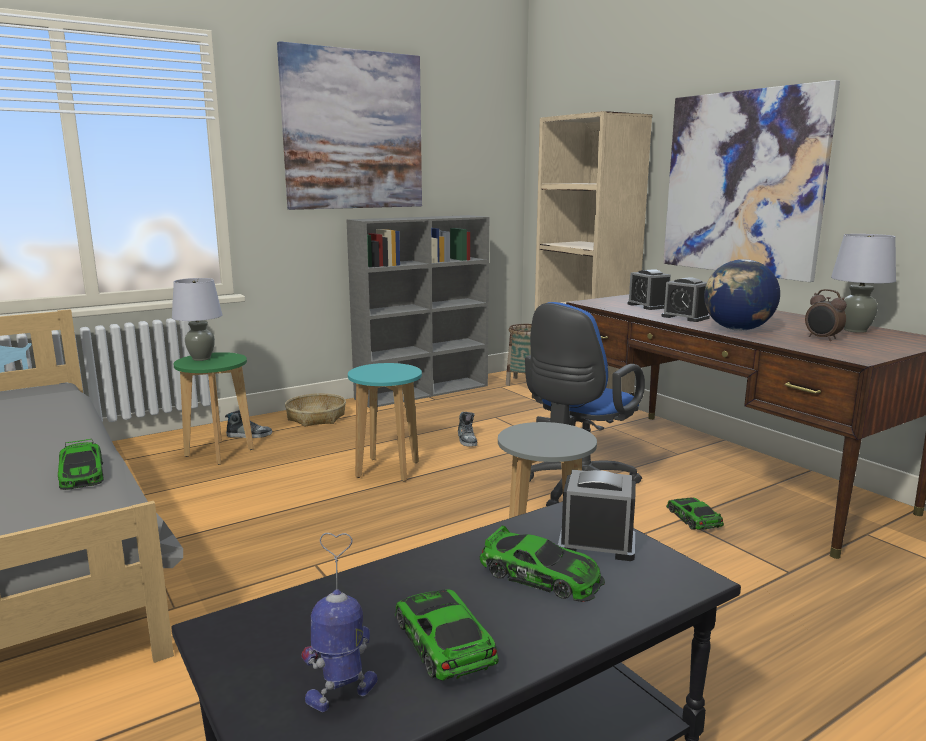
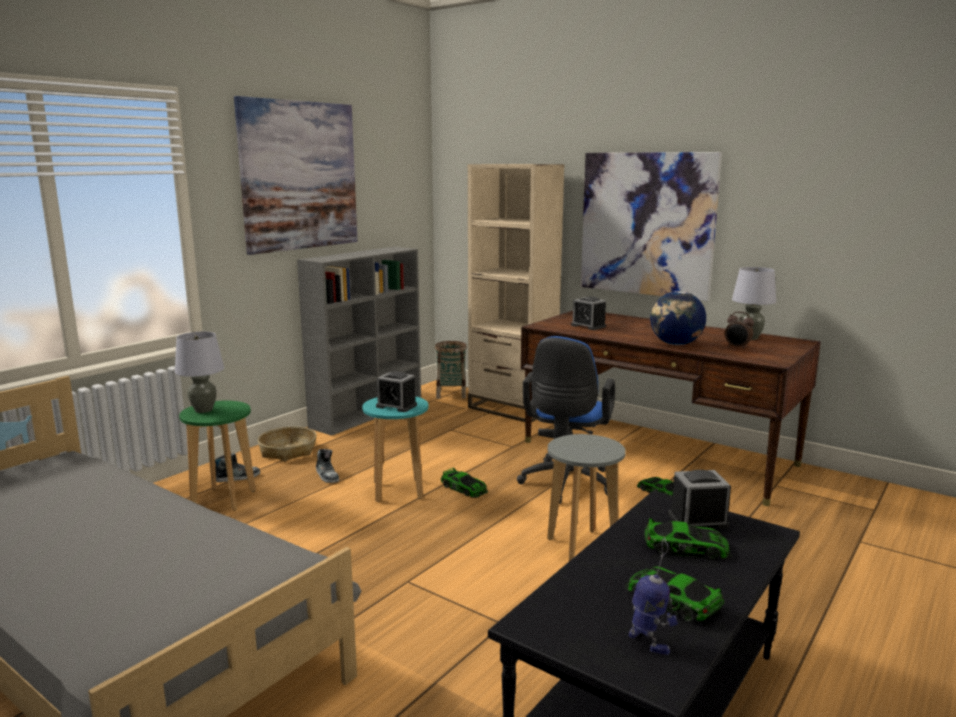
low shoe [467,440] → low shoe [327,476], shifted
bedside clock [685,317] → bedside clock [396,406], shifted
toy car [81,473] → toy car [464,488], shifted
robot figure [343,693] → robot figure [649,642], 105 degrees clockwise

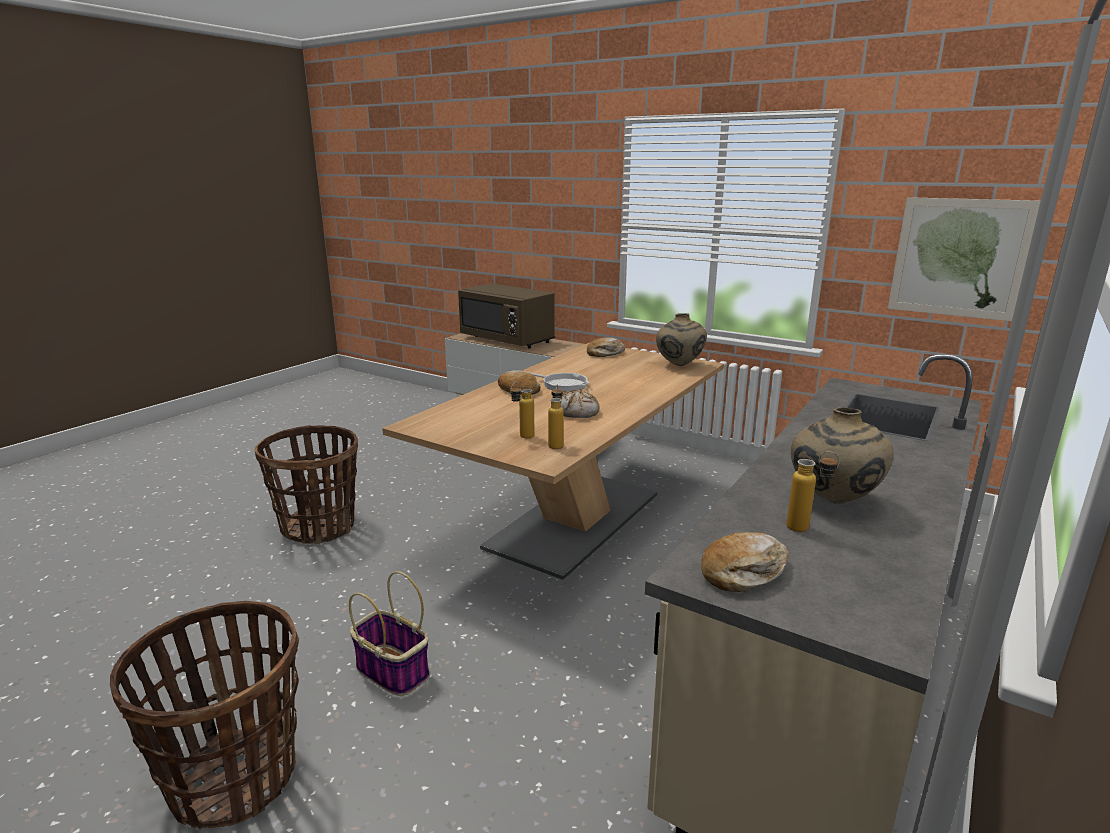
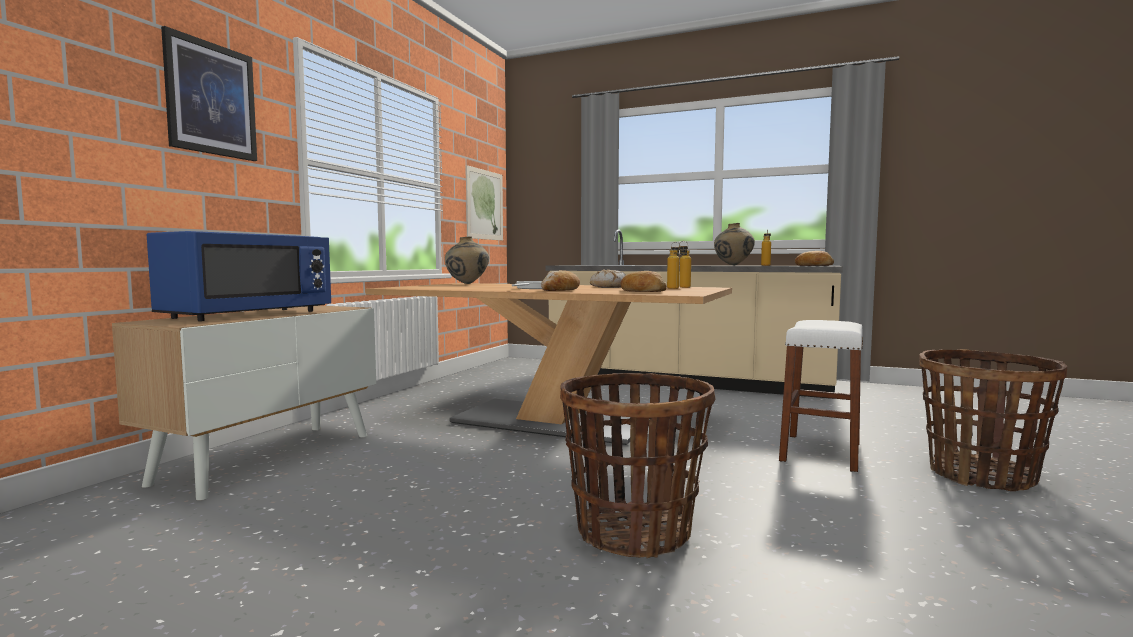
microwave oven in brownish [507,340] → microwave oven in bluish [248,315]
- → wall art [211,99]
bread [605,353] → bread [642,291], shifted
household basket [391,670] → sitting stool in white-coloured [820,452]

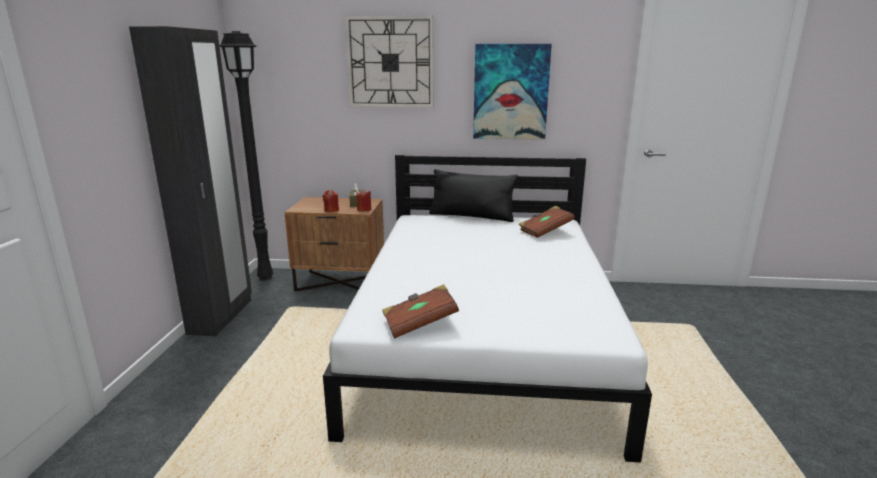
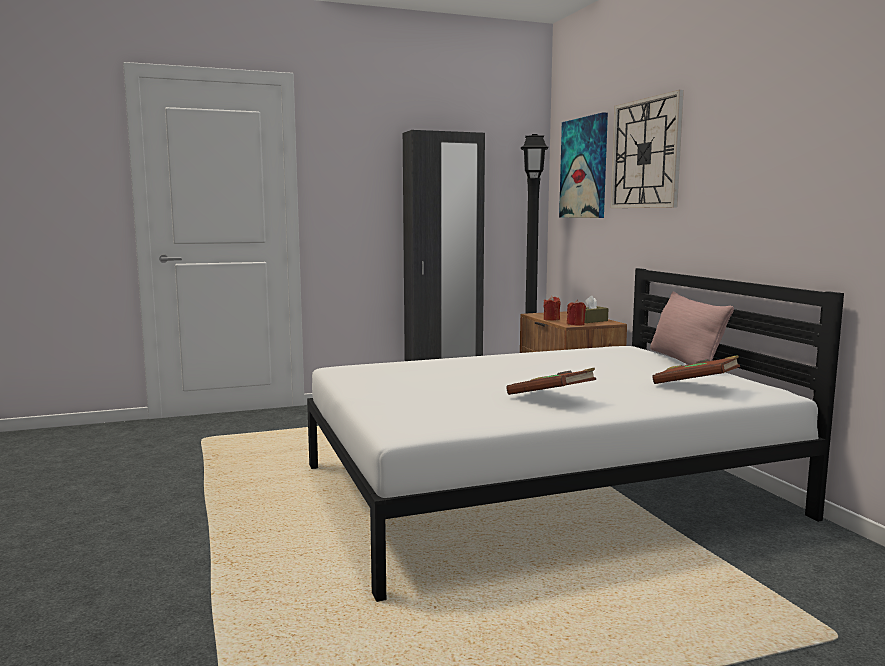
bound book in brownish [419,324] → bound book in brownish [551,398], shifted
wall art [510,92] → wall art [584,168], shifted
cushion in black [471,216] → cushion in pink-coloured [684,361]

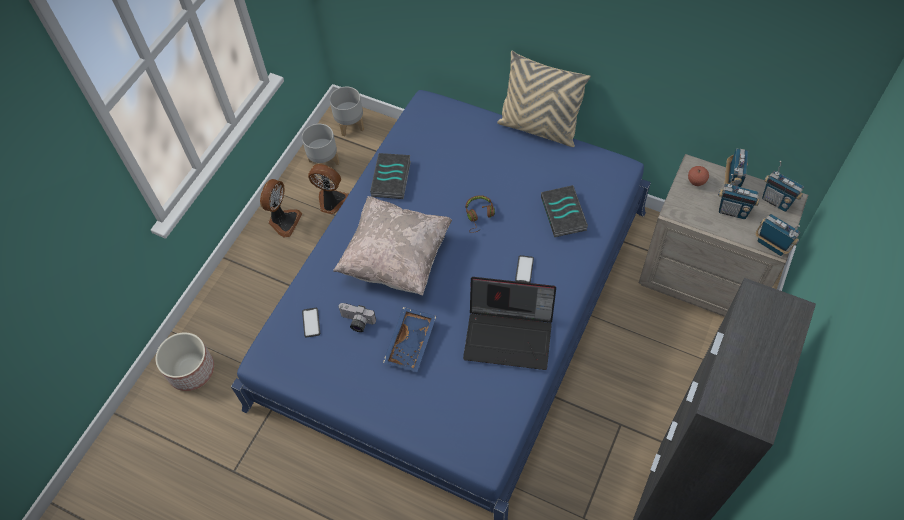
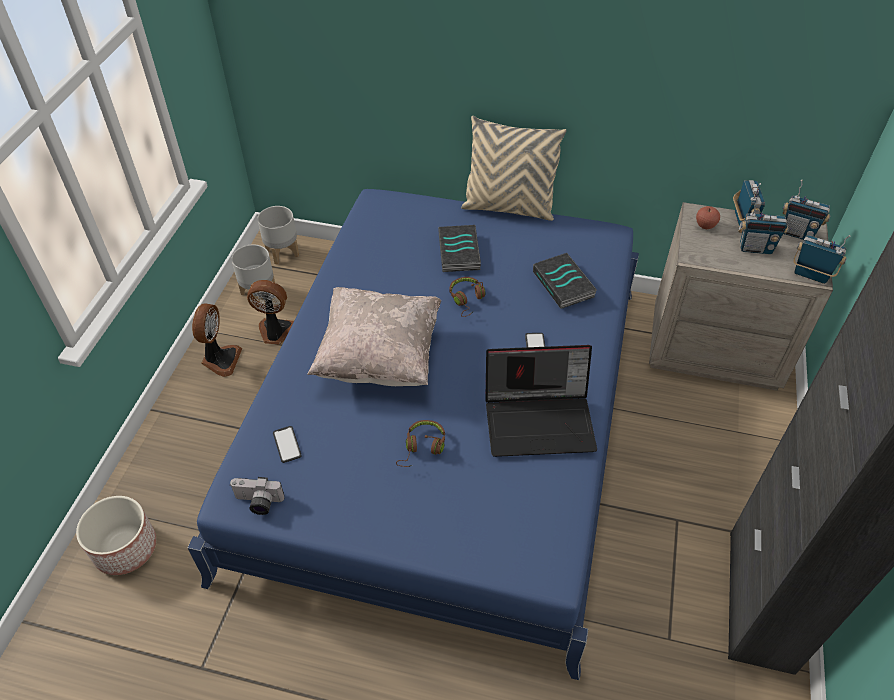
photo camera [356,322] → photo camera [258,503], shifted
carrying tray in bluish [412,343] → headset in brownish [422,448]
bound book [392,179] → bound book [460,252], shifted

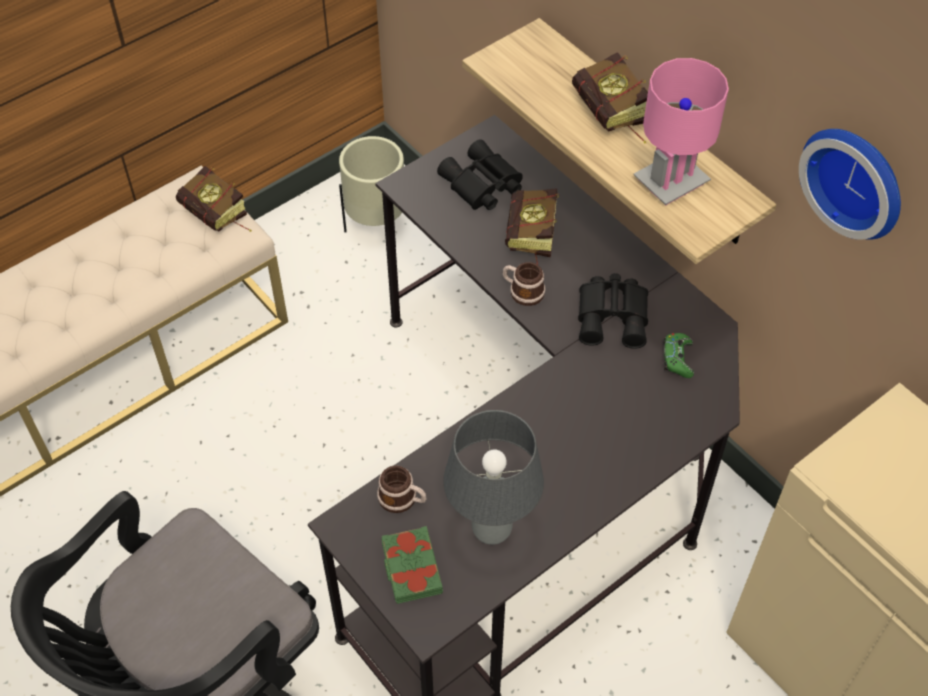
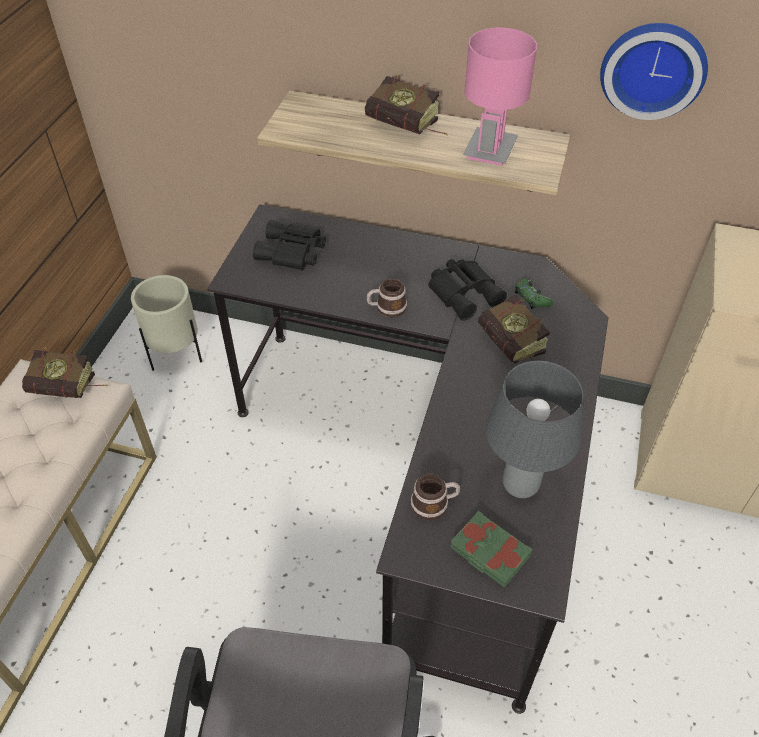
bound book [530,242] → bound book [515,350], shifted

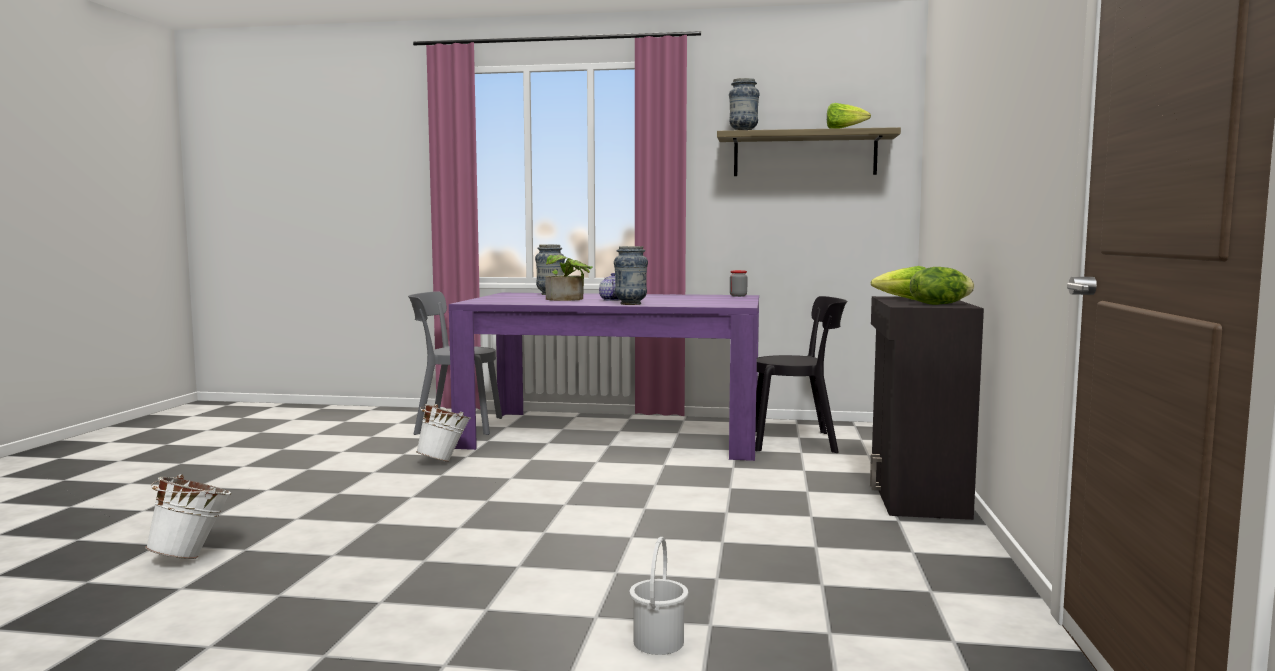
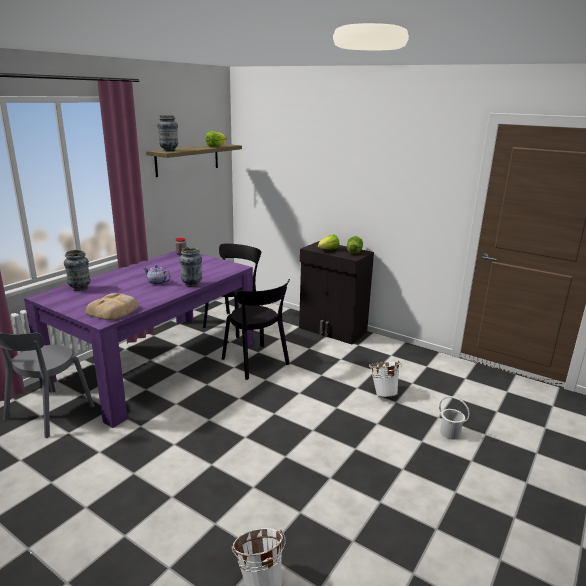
- → bread [114,311]
- → chair in black [257,363]
water bucket in white-coloured [445,461] → water bucket in white-coloured [383,393], shifted
houseplant [567,299] → -

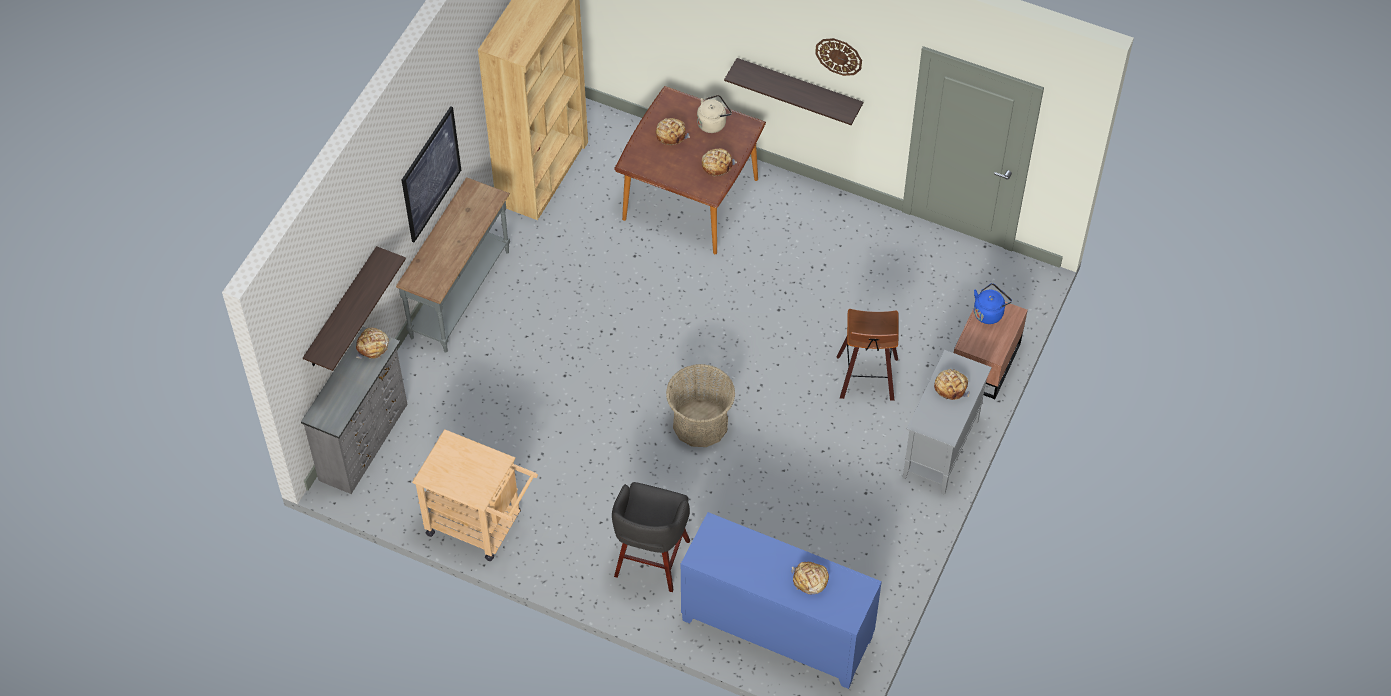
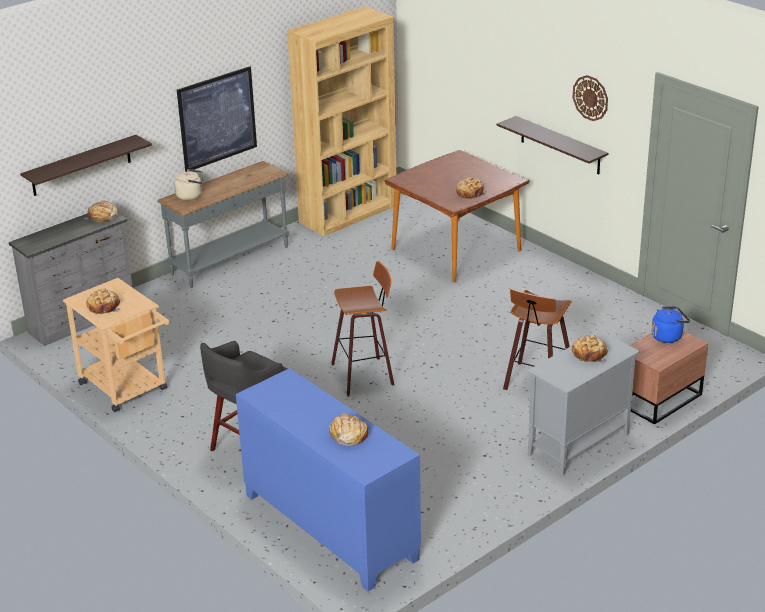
bread [671,134] → bread [104,307], shifted
water kettle in sand-coloured [713,123] → water kettle in sand-coloured [191,196], shifted
household basket [700,423] → sitting stool [365,374]

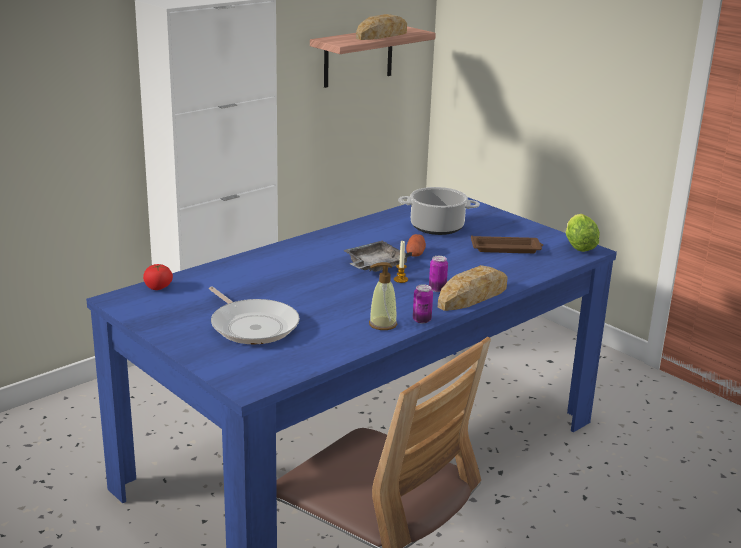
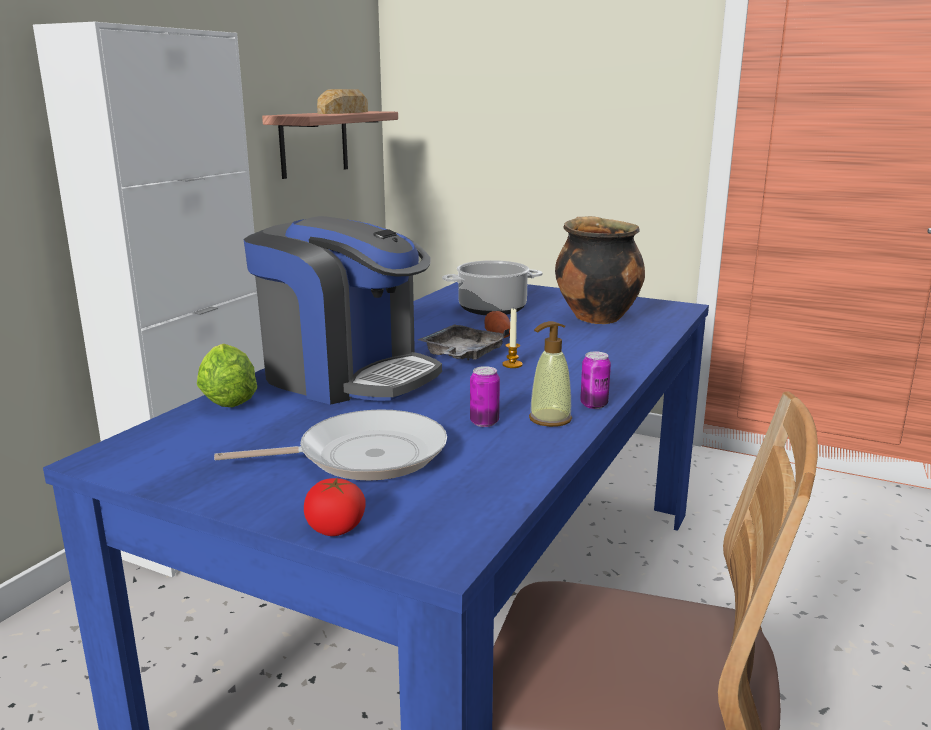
head of lettuce [578,245] → head of lettuce [227,398], shifted
skillet [252,326] → skillet [363,456], 45 degrees counterclockwise
- → coffee machine [347,376]
fresh tomato [158,287] → fresh tomato [335,528], shifted
can [437,289] → can [484,422], shifted
carrying tray in brownish [507,249] → cooking pot [595,317]
bread [472,296] → -

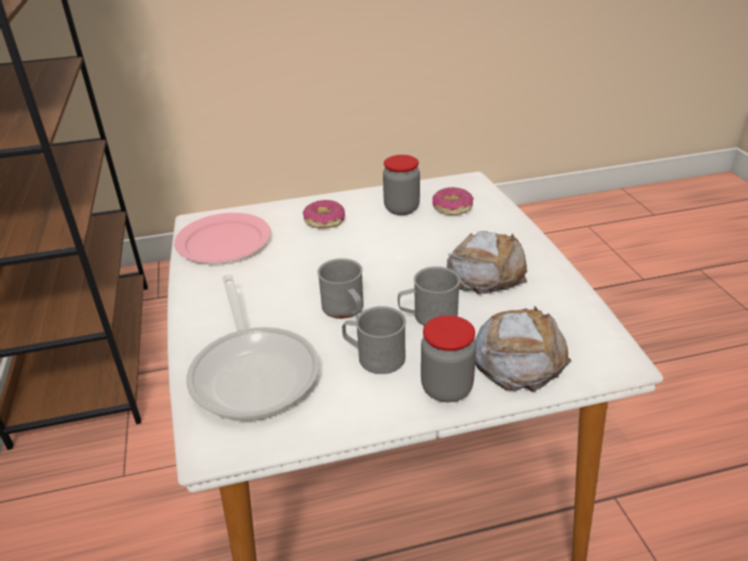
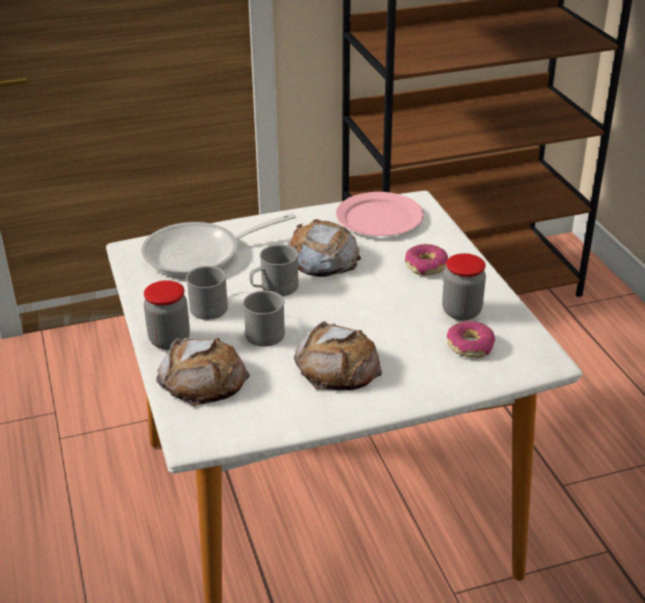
- → bread [321,258]

